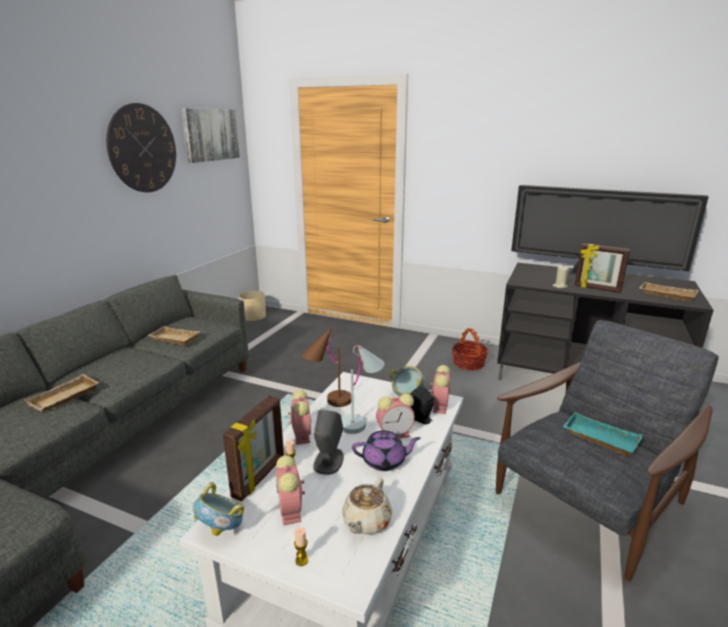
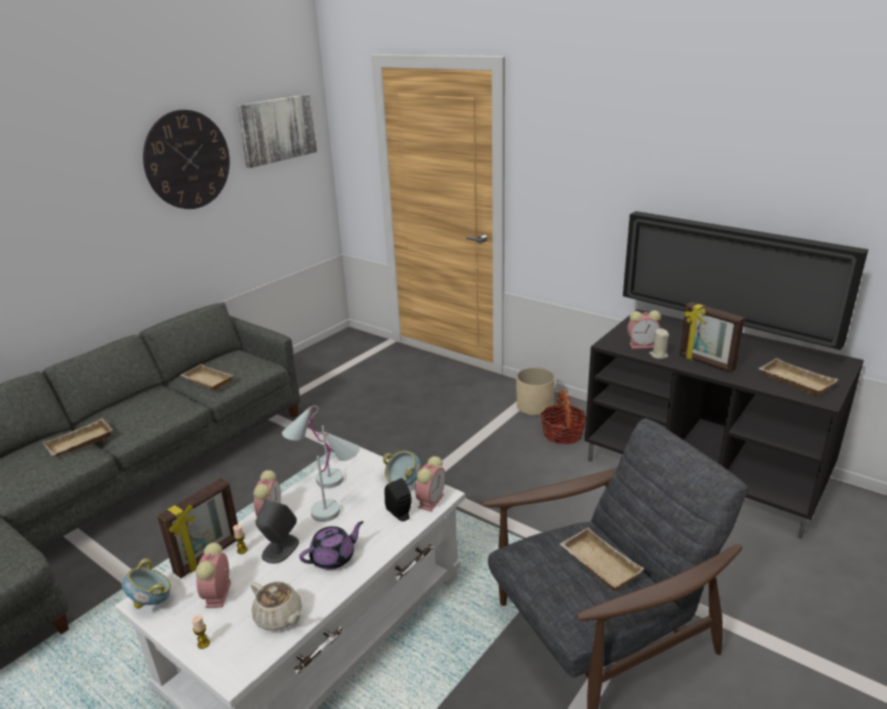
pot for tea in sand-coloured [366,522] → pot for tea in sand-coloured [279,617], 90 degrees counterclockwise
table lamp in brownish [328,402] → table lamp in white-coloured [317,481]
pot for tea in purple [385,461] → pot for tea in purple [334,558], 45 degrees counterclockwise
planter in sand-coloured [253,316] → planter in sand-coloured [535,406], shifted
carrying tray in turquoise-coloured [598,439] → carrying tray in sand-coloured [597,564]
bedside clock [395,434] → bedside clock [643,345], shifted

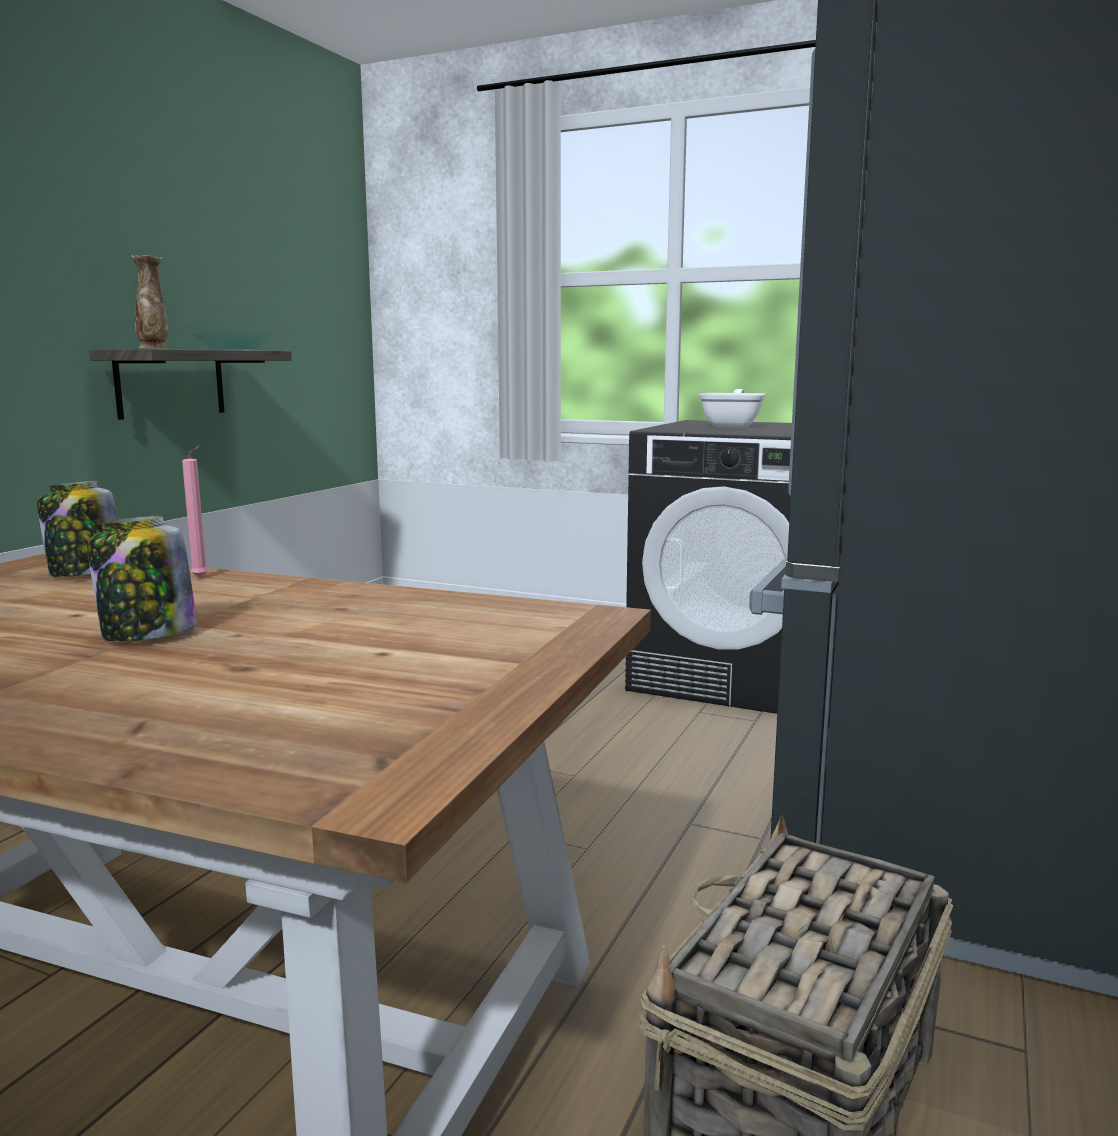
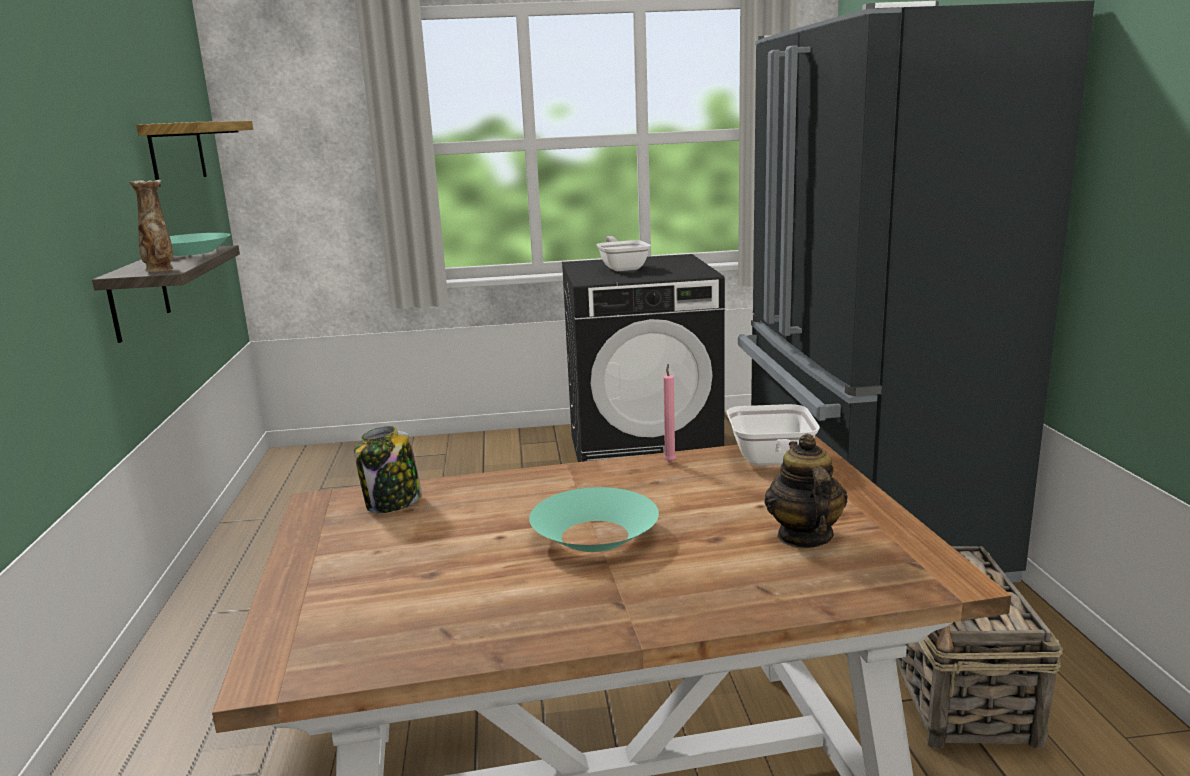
- → shelf [177,152]
storage jar [147,634] → serving bowl in turquoise-coloured [595,536]
candle in pink-coloured [202,577] → candle in pink-coloured [670,461], shifted
- → skillet [771,462]
- → pot for tea [804,536]

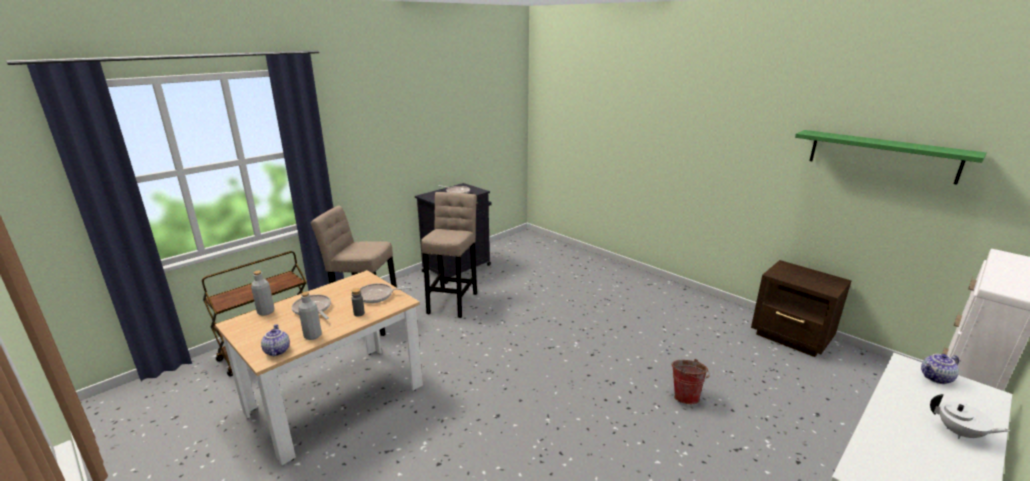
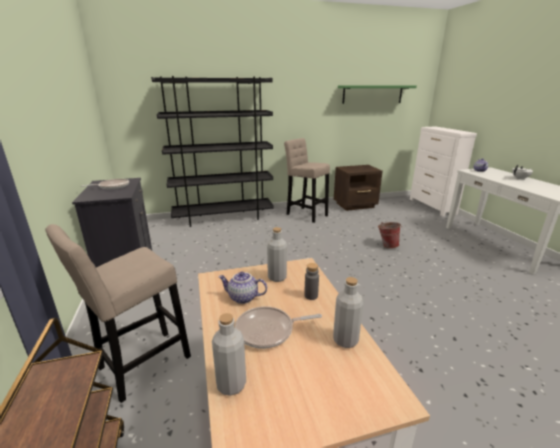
- → bookcase in black [224,218]
pot for tea [276,351] → pot for tea [242,298], shifted
skillet [377,296] → beverage bottle in gray [277,277]
sitting stool in sand-coloured [453,301] → sitting stool in sand-coloured [305,214], shifted

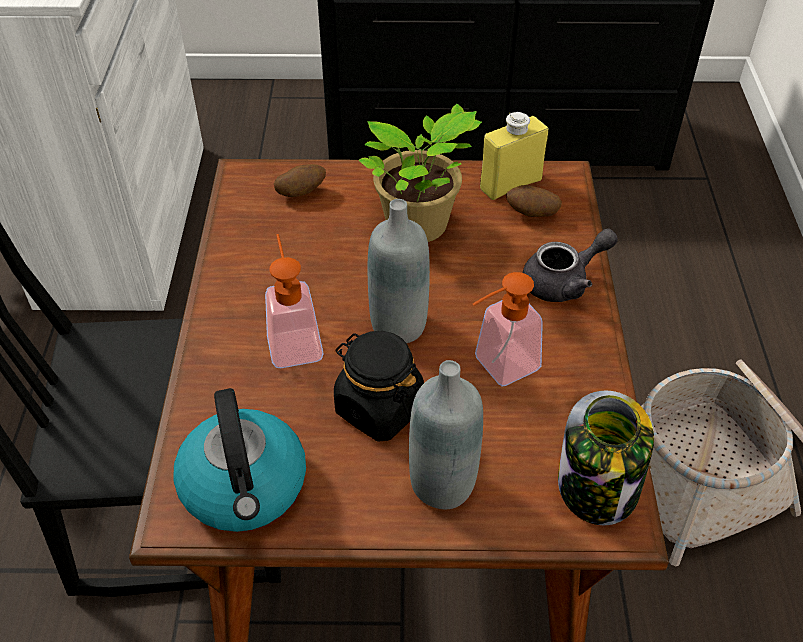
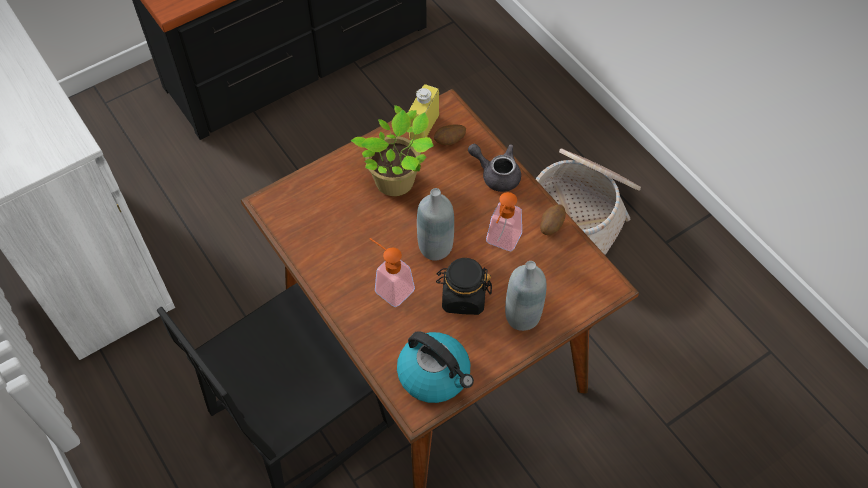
pot for tea in gray [564,282] → pot for tea in gray [496,174], 90 degrees counterclockwise
whole potato [301,193] → whole potato [551,226], shifted
storage jar [597,488] → -

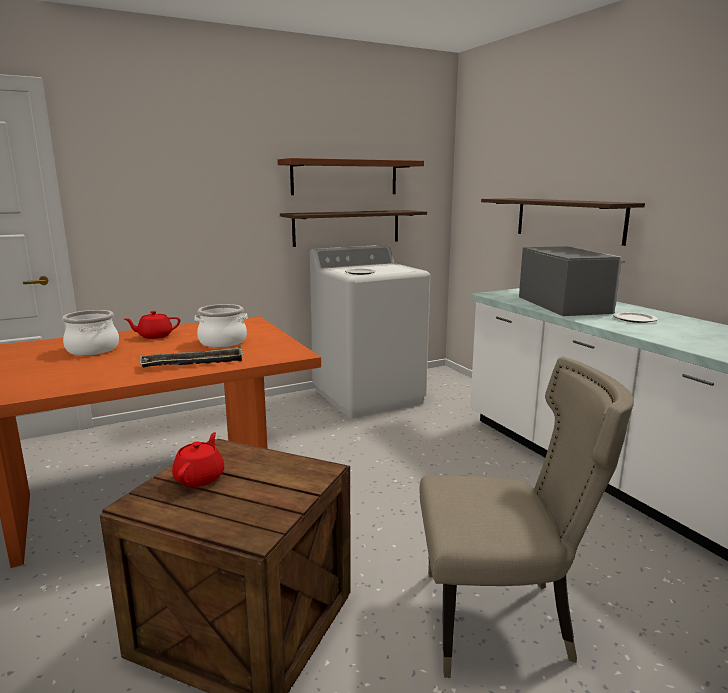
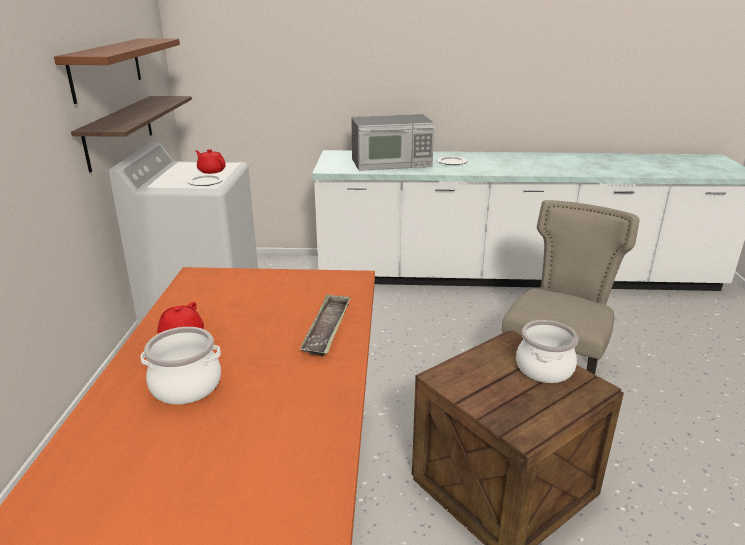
pot for tea in red-coloured [200,477] → pot for tea in red-coloured [211,171], shifted
microwave oven [565,304] → microwave oven [392,163], 150 degrees clockwise
cooking pot [223,342] → cooking pot [543,368], shifted
shelf [568,219] → -

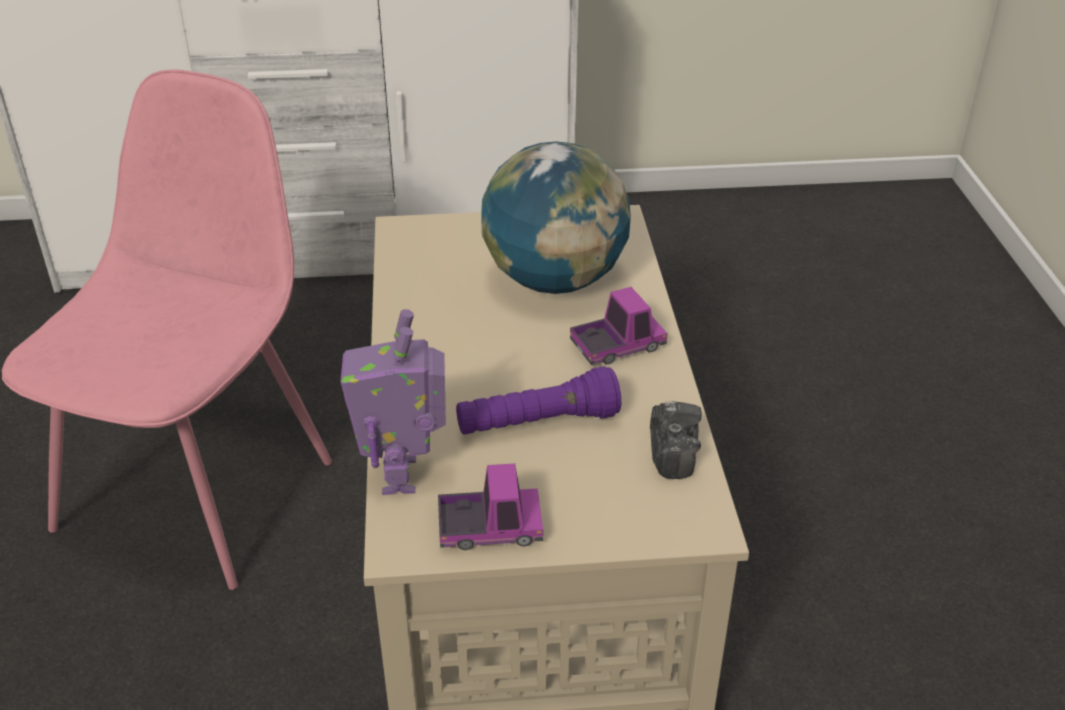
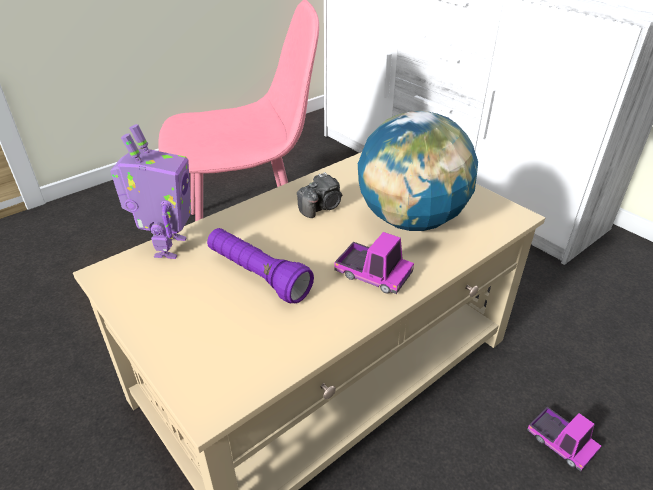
robot figure [403,475] → robot figure [168,247], 135 degrees clockwise
photo camera [671,453] → photo camera [322,207], shifted
model truck [490,529] → model truck [560,443], shifted

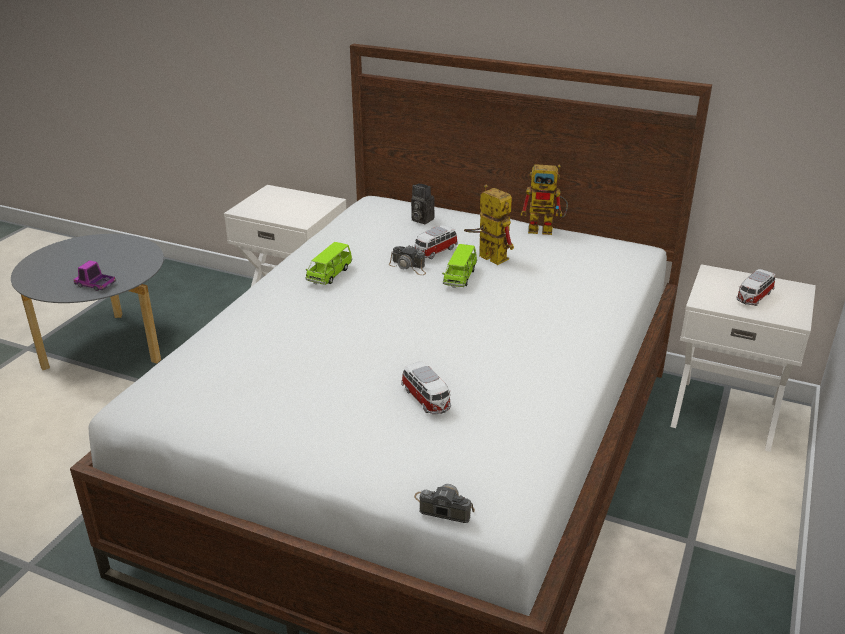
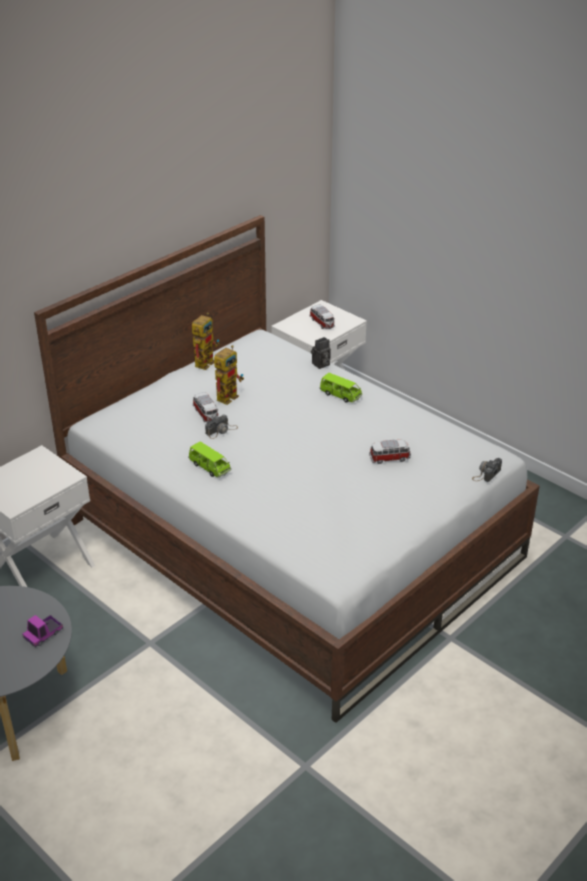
robot figure [486,256] → robot figure [229,395], 150 degrees clockwise
photo camera [421,219] → photo camera [320,365], shifted
toy car in green [460,277] → toy car in green [340,395], shifted

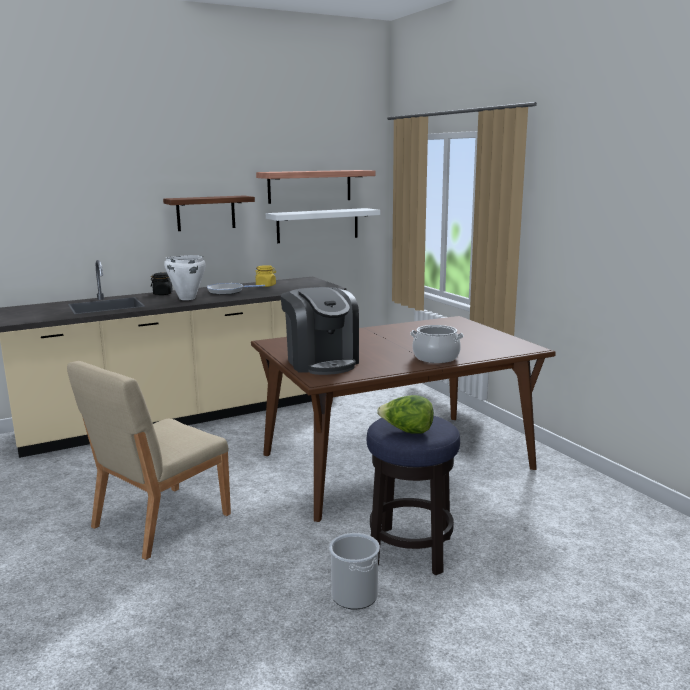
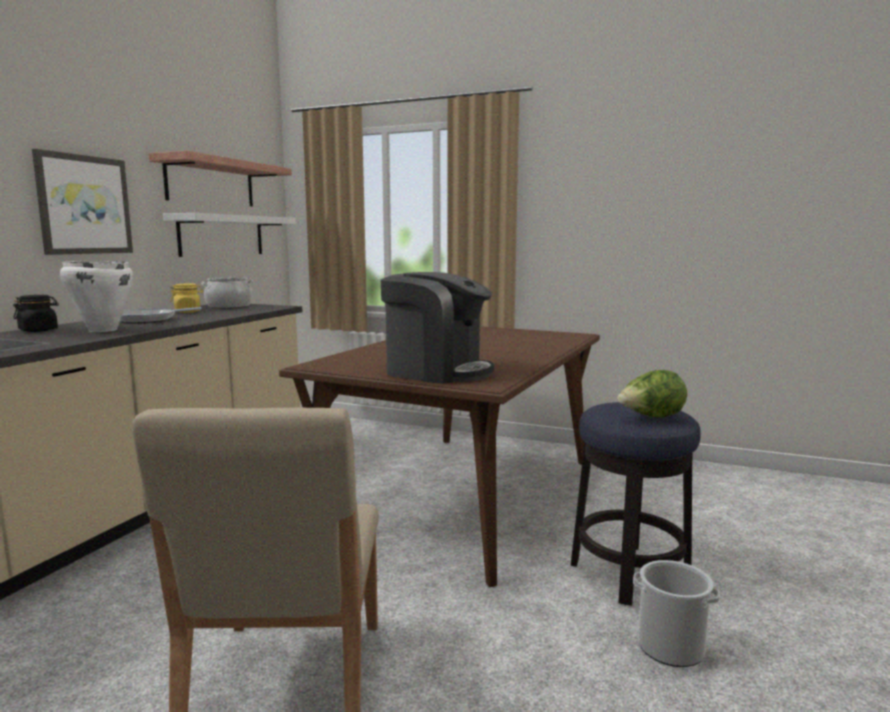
shelf [206,213] → wall art [84,205]
cooking pot [436,357] → cooking pot [229,306], shifted

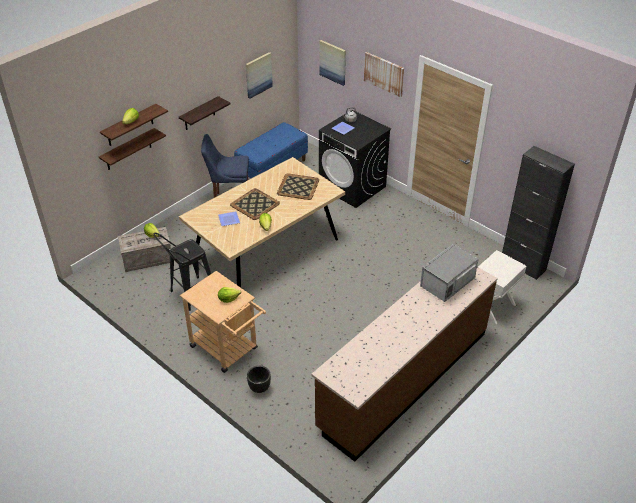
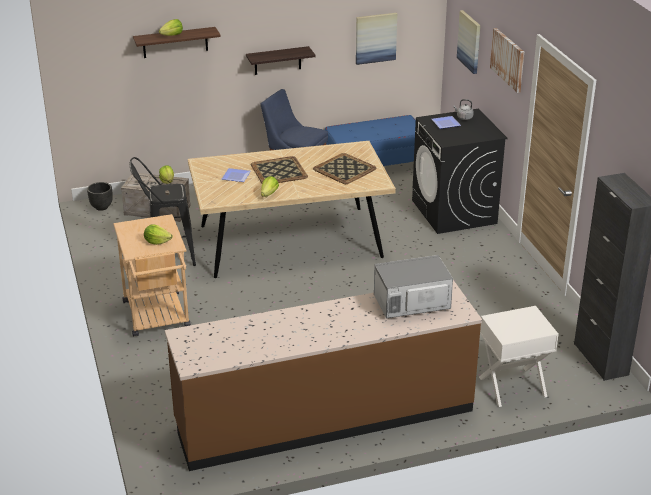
planter in black [259,388] → planter in black [101,207], shifted
shelf [128,150] → -

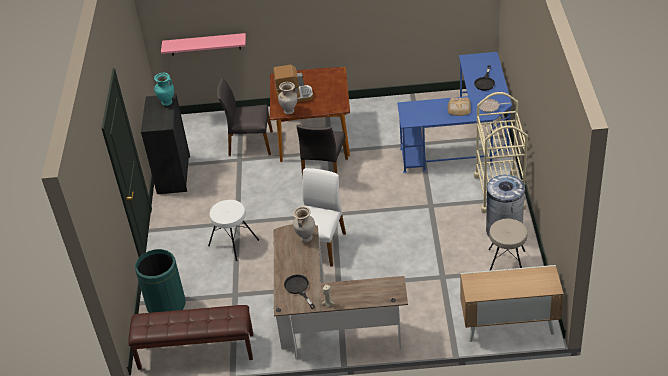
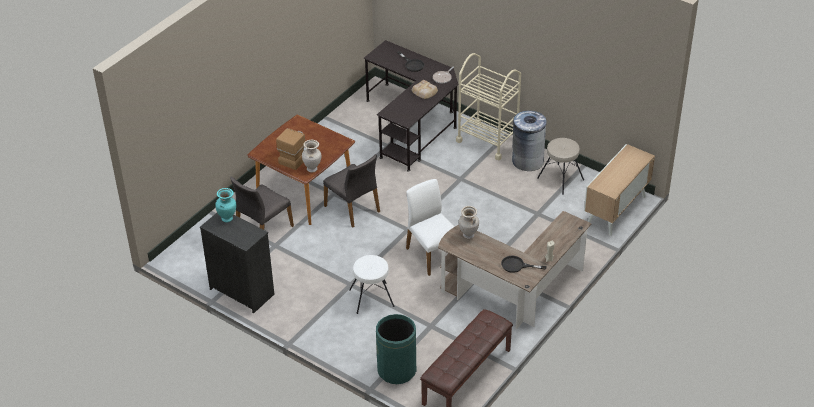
desk table in bluish [464,140] → desk table in black [413,124]
shelf in pink-coloured [205,44] → -

